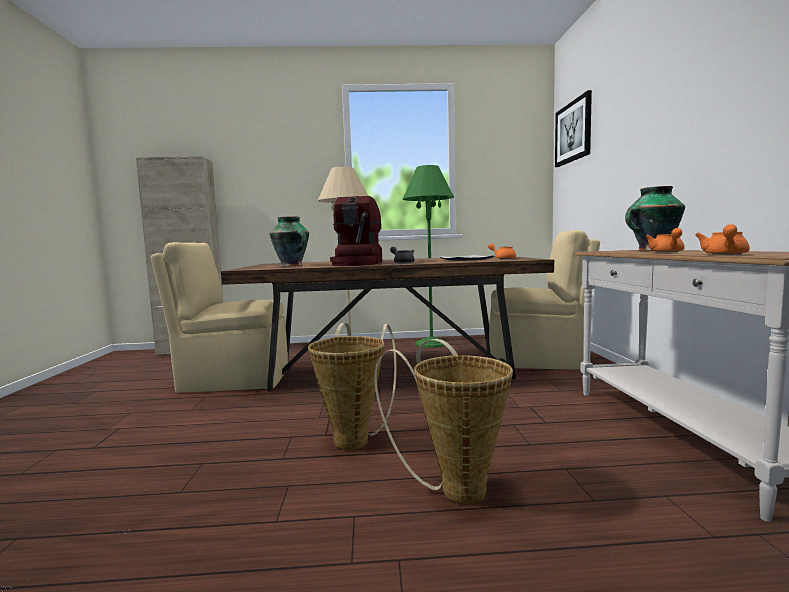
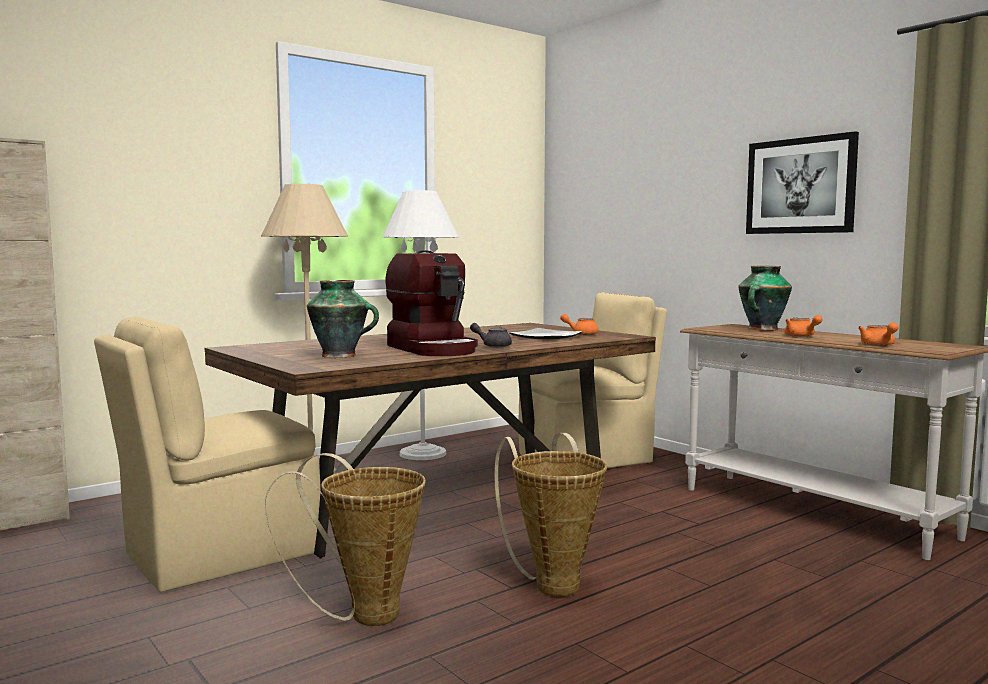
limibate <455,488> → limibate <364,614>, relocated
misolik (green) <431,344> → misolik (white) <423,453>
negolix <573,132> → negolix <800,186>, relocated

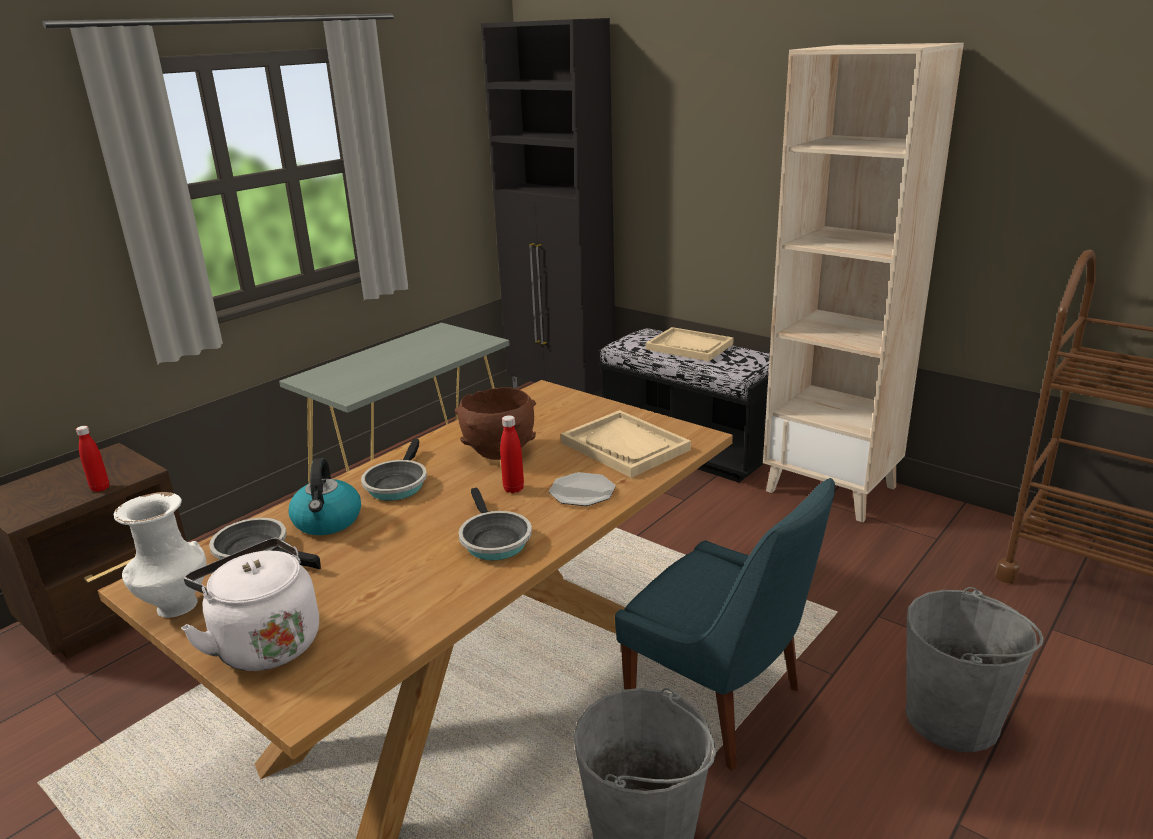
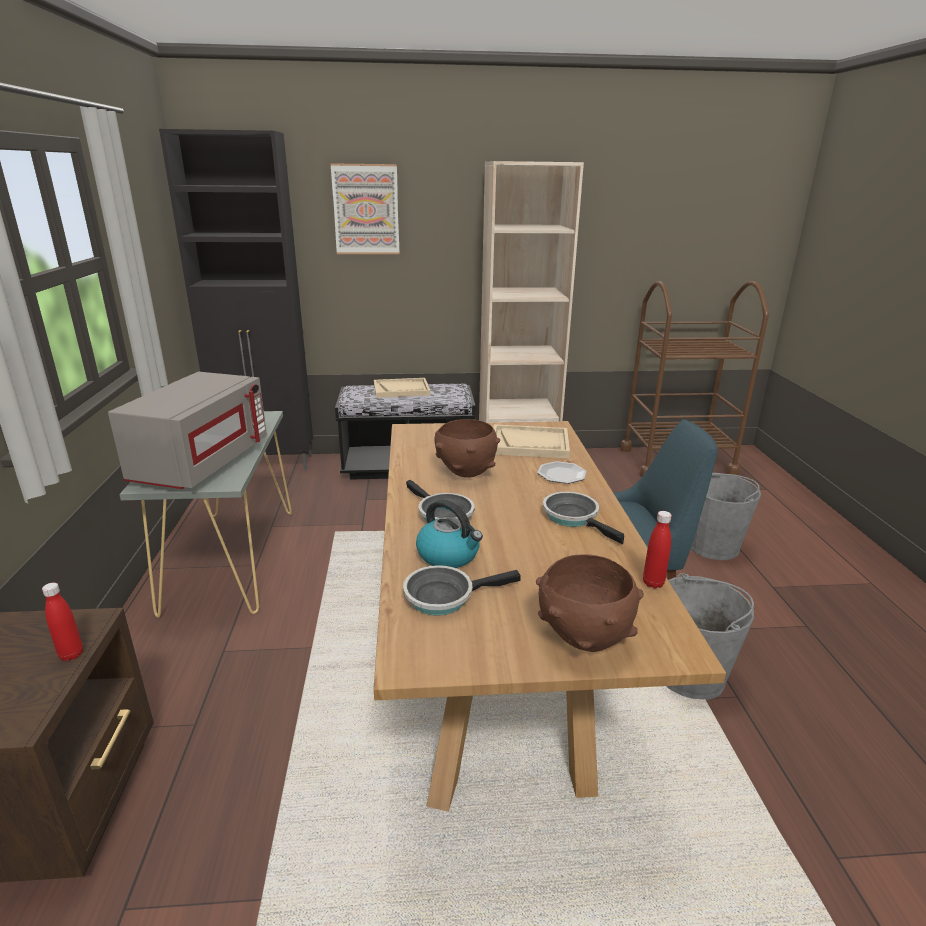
- → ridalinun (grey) <201,463>
- → negolix <366,210>
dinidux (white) <265,642> → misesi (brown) <583,637>
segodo <493,540> → segodo <574,517>, 150 degrees counterclockwise
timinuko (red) <513,489> → timinuko (red) <653,583>, relocated
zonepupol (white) <175,607> → -

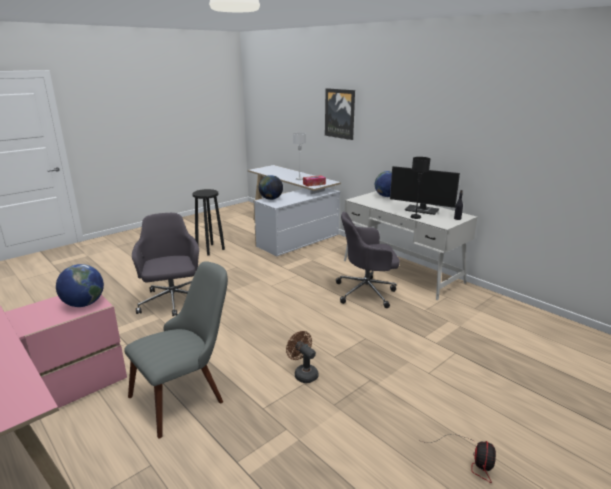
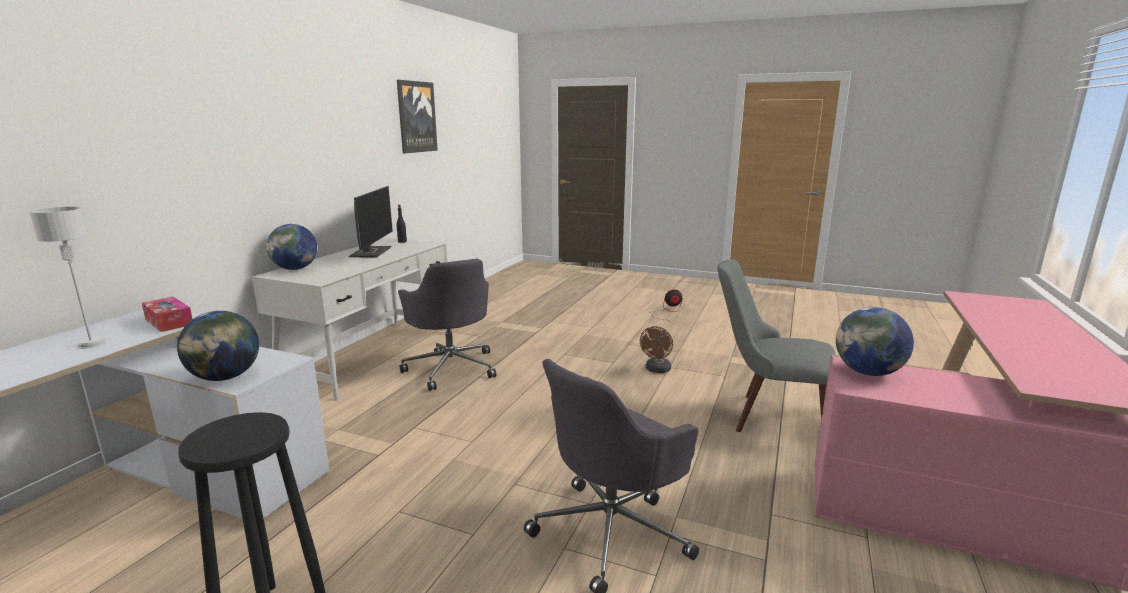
negolix <340,113> → negolix <416,117>, relocated
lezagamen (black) <415,217> → -

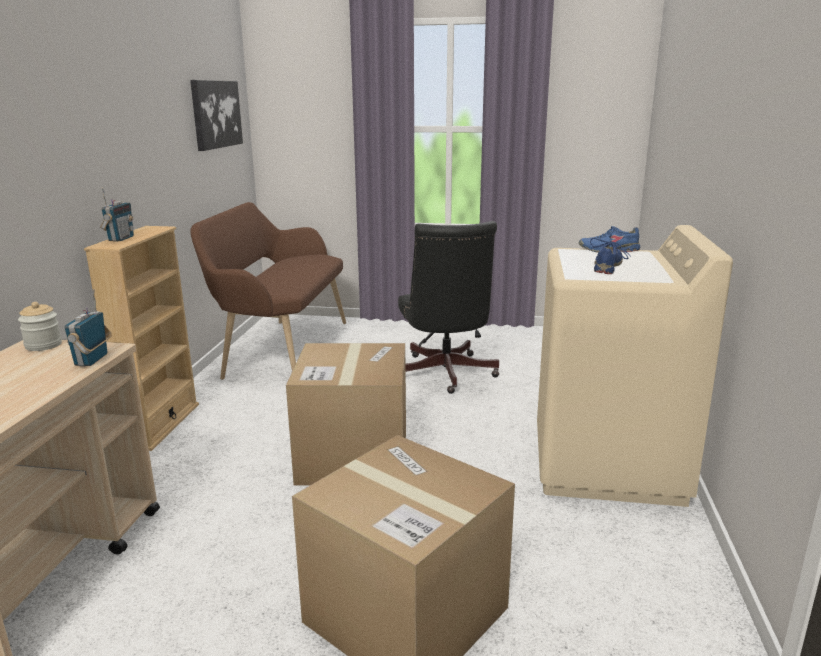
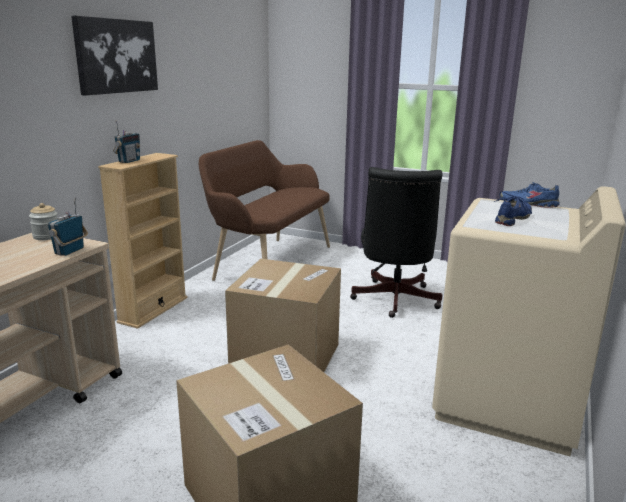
negolix <216,114> → negolix <116,56>, relocated

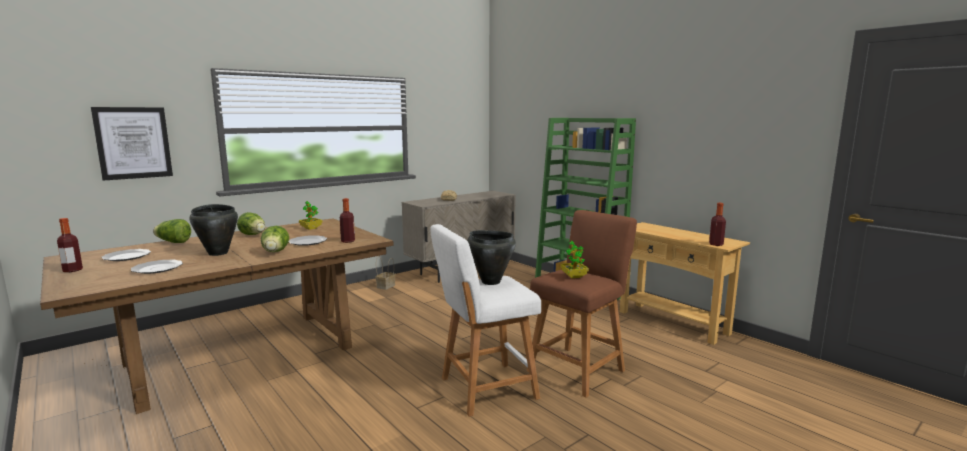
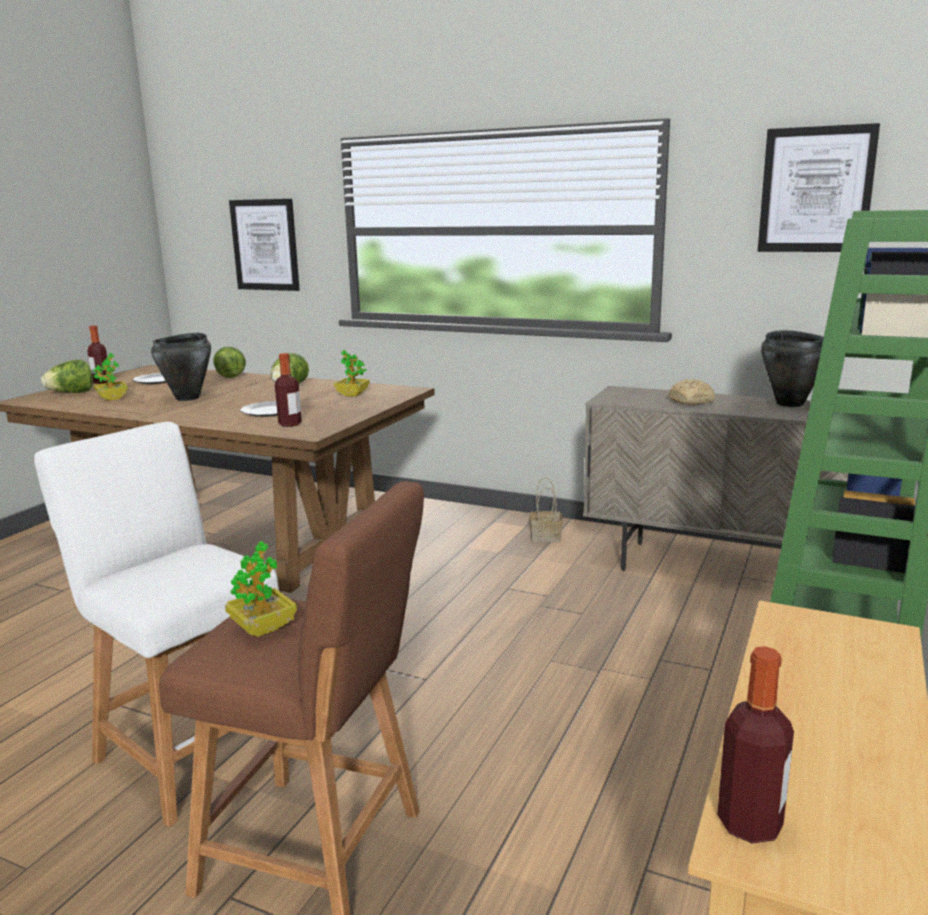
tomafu <275,252> → tomafu <71,393>, relocated
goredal <156,268> → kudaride <112,398>
- → negolix <816,190>
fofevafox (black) <490,282> → fofevafox (black) <790,403>, relocated

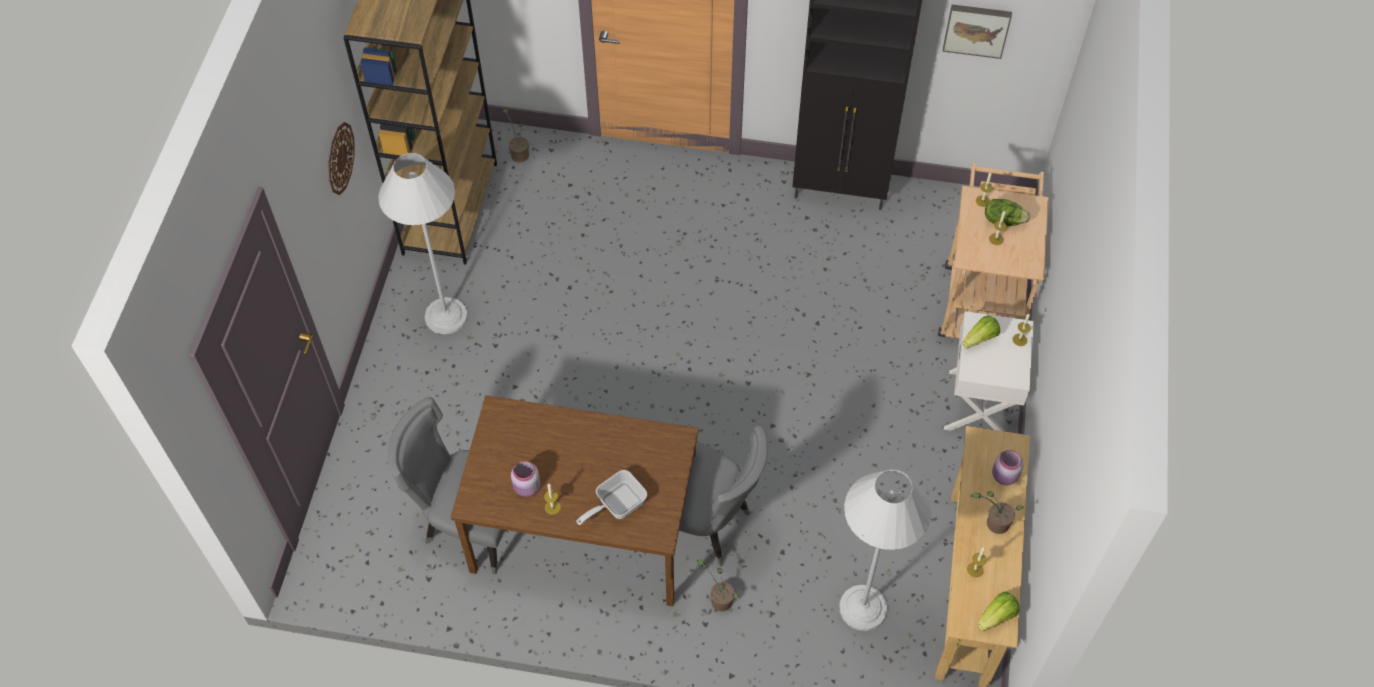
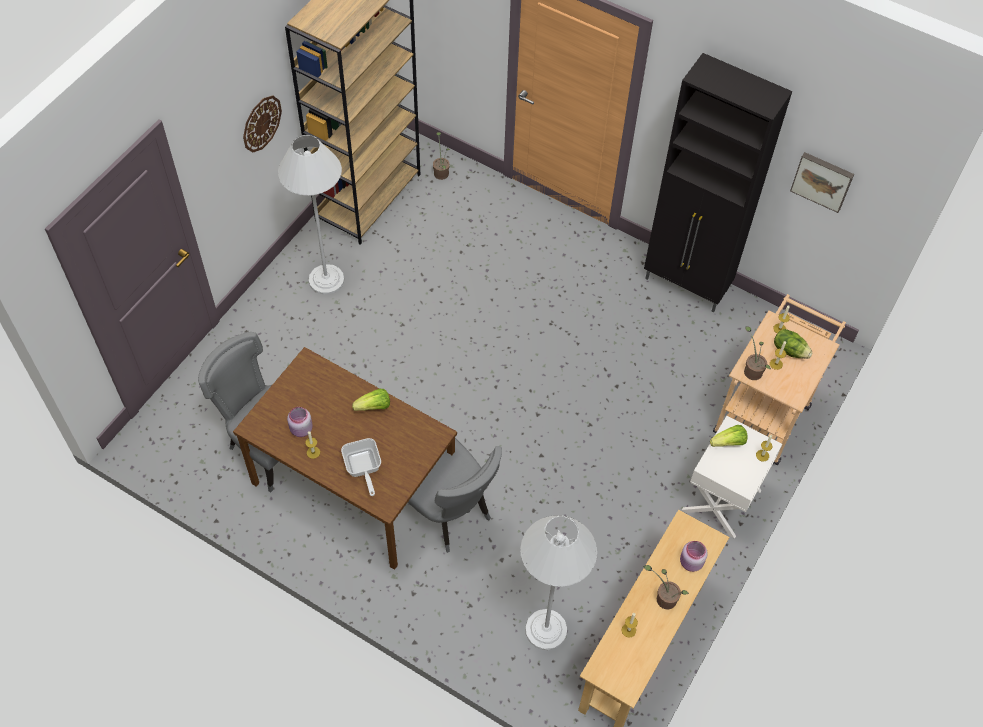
segodo <616,505> → segodo <363,468>, 90 degrees counterclockwise
tomafu <997,616> → tomafu <374,407>, relocated
kudaride <719,598> → kudaride <752,369>, relocated

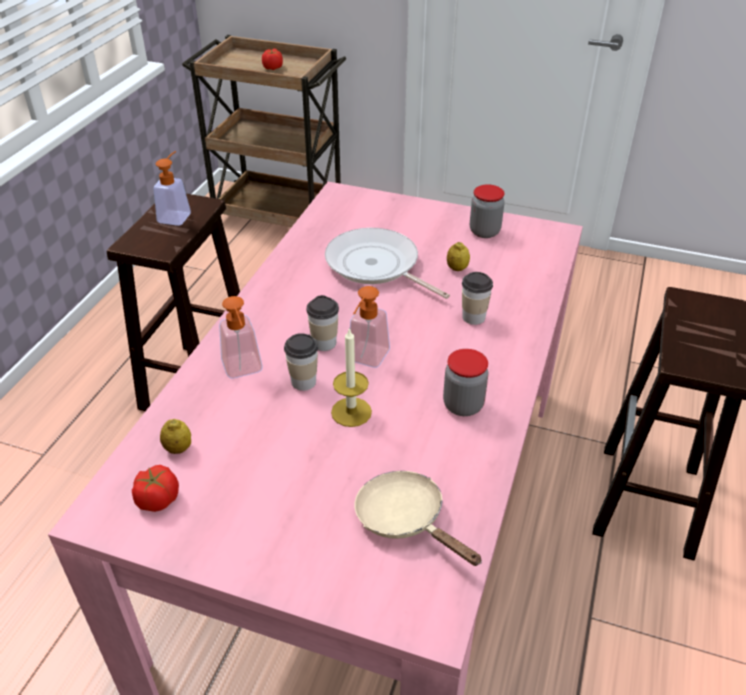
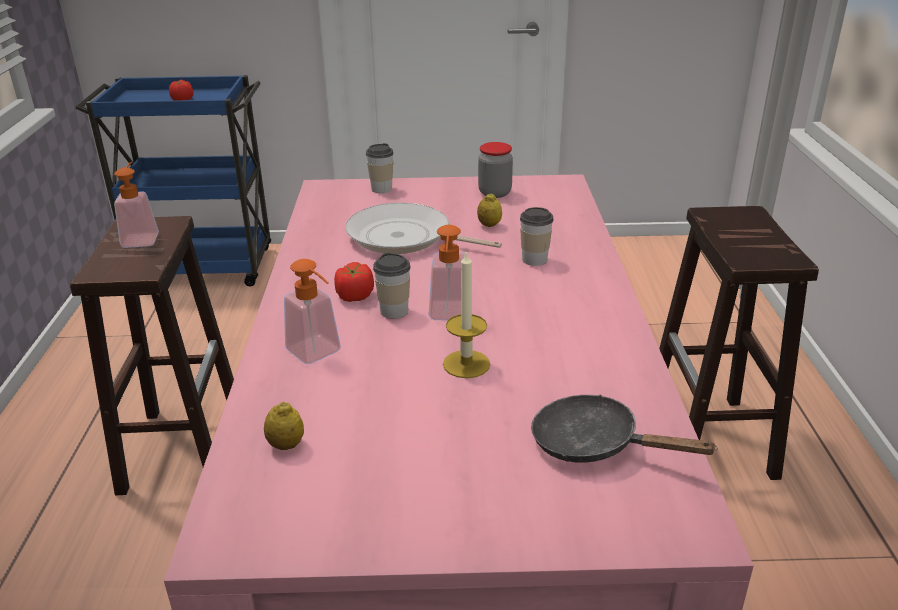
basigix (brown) <279,215> → basigix (blue) <205,268>
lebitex <157,499> → lebitex <354,296>, relocated
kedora <303,381> → kedora <381,189>, relocated
segodo (beige) <406,520> → segodo (black) <594,444>
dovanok <463,405> → -

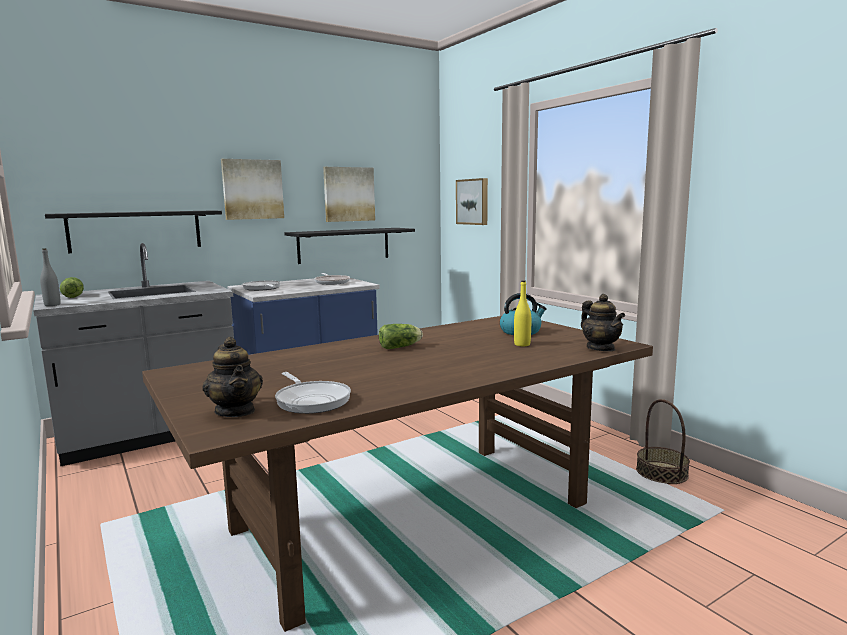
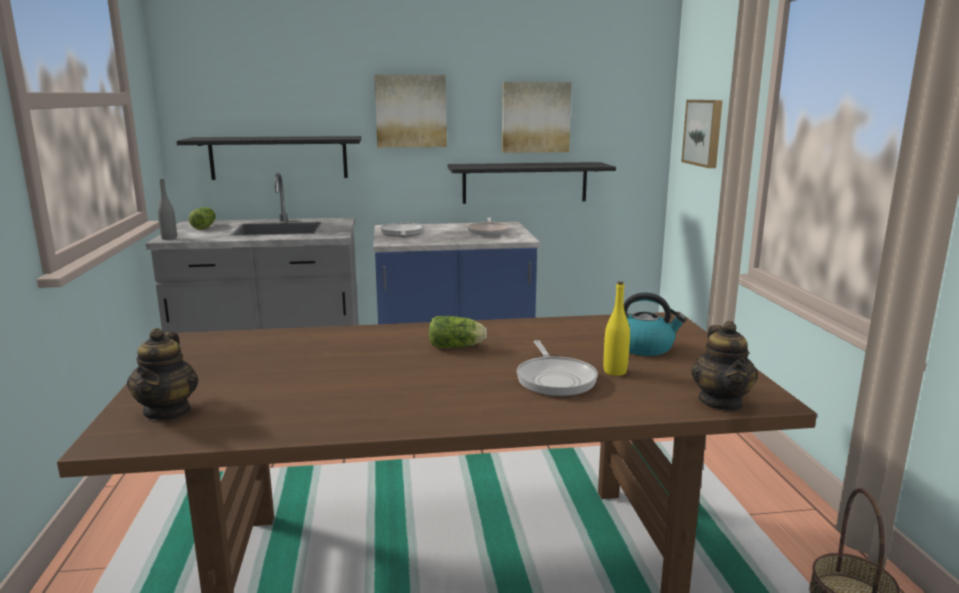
segodo <311,400> → segodo <555,379>, relocated

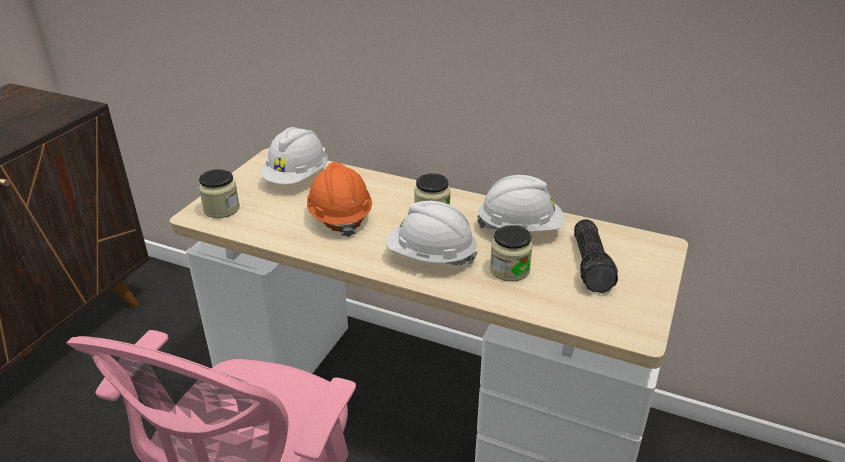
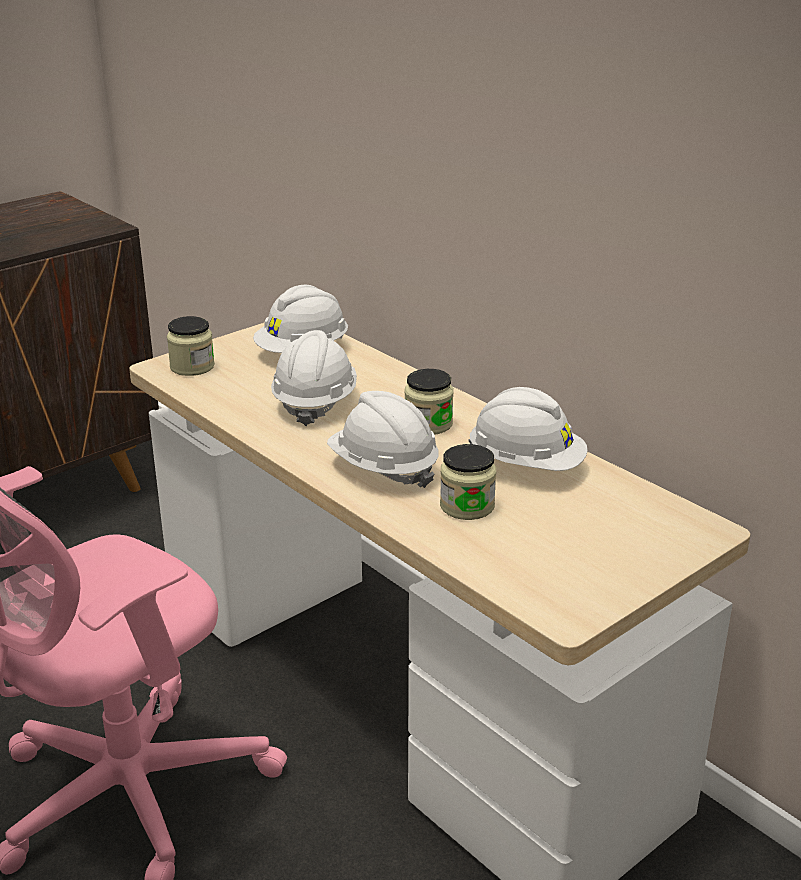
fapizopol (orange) <339,217> → fapizopol (white) <315,403>
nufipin <592,265> → -

